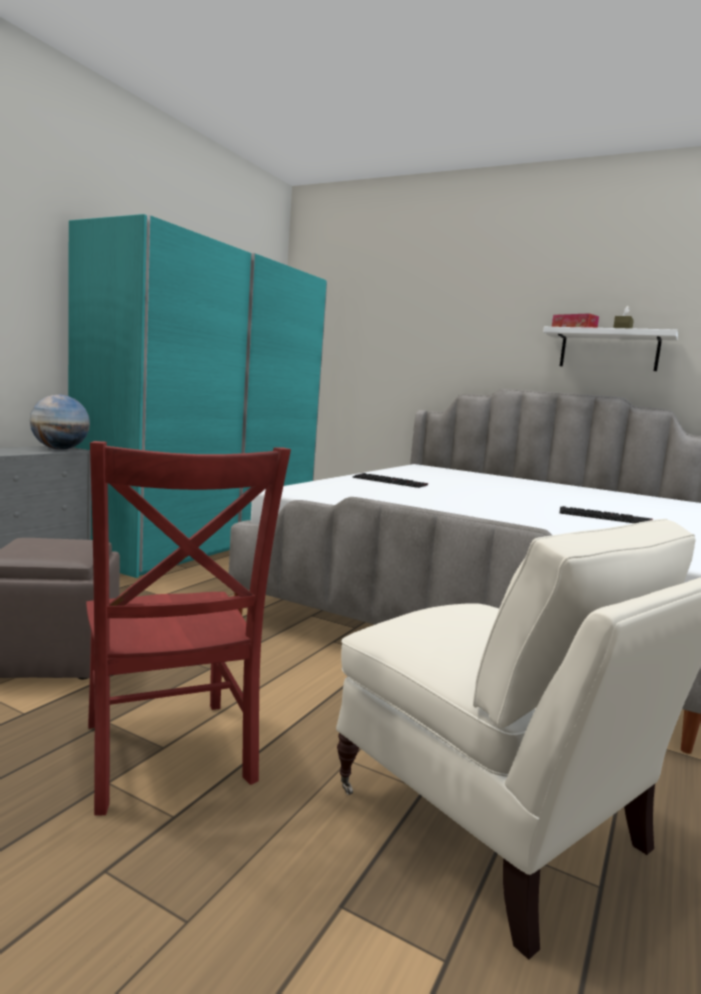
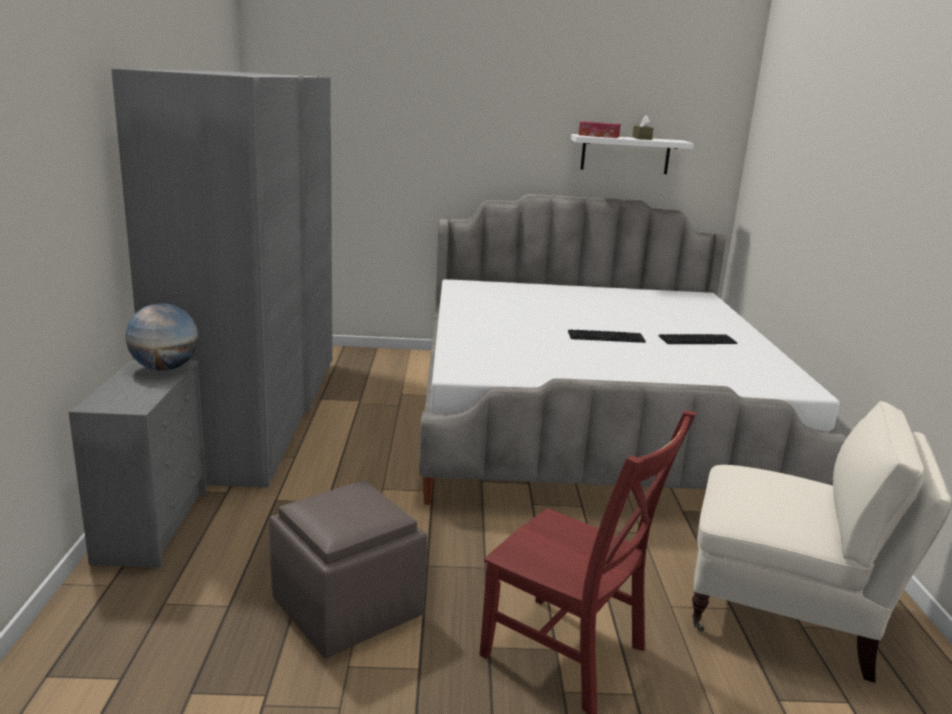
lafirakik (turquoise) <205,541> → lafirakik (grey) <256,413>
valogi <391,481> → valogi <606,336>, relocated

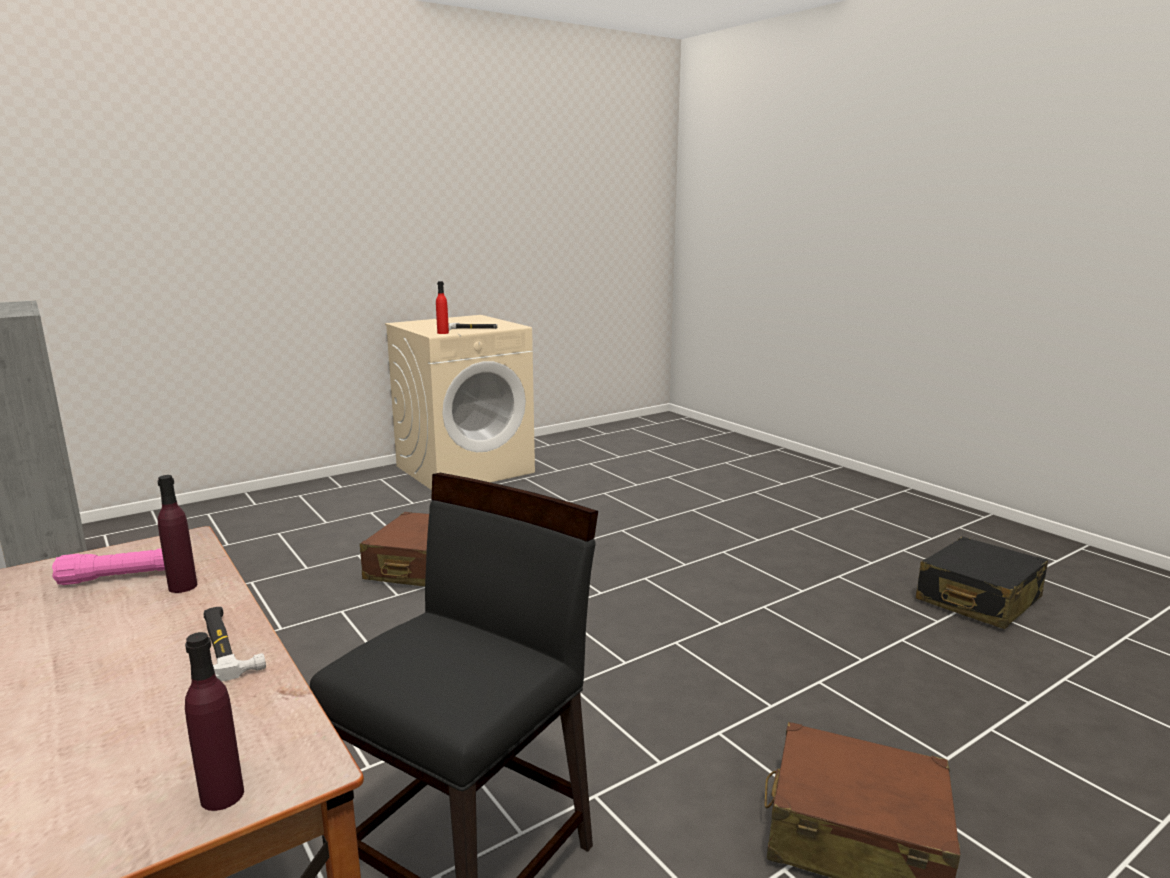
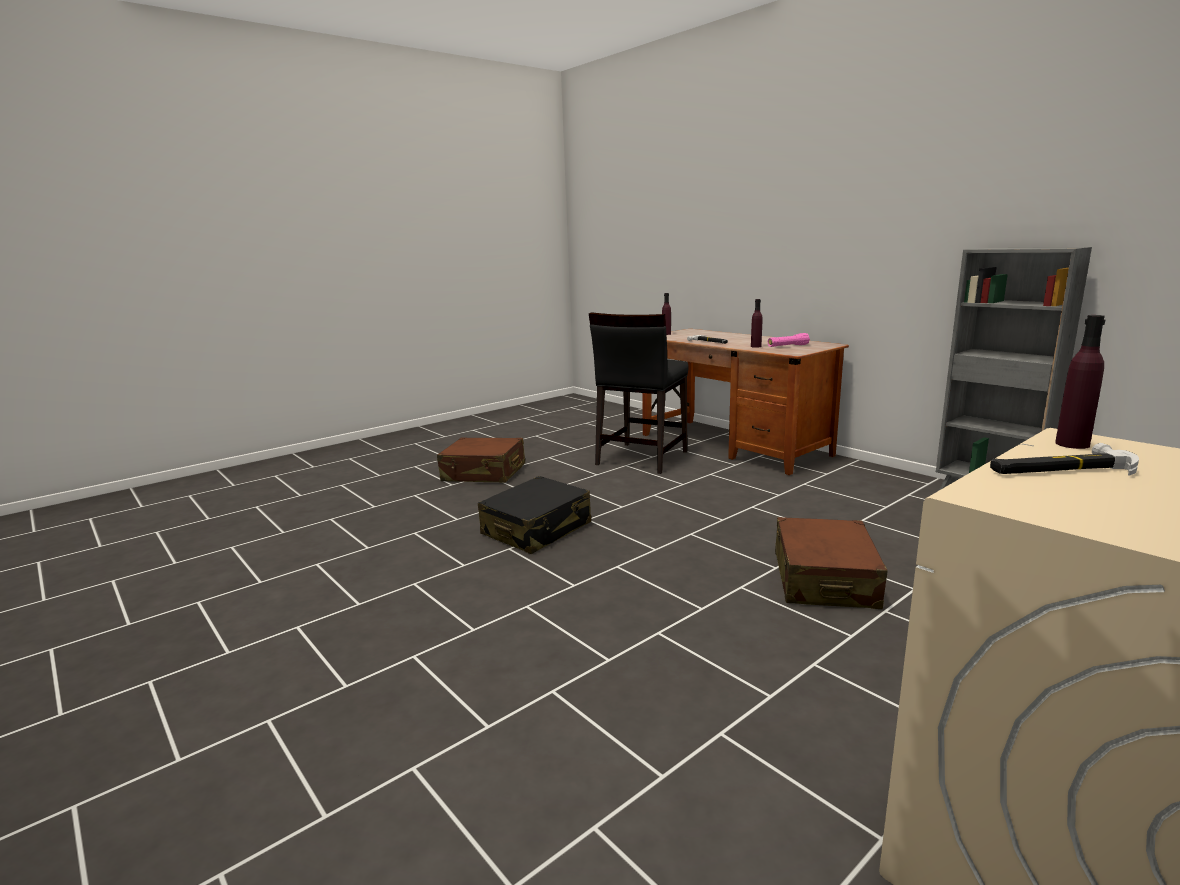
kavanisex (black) <978,599> → kavanisex (black) <537,529>, relocated
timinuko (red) <443,333> → timinuko (purple) <1072,444>

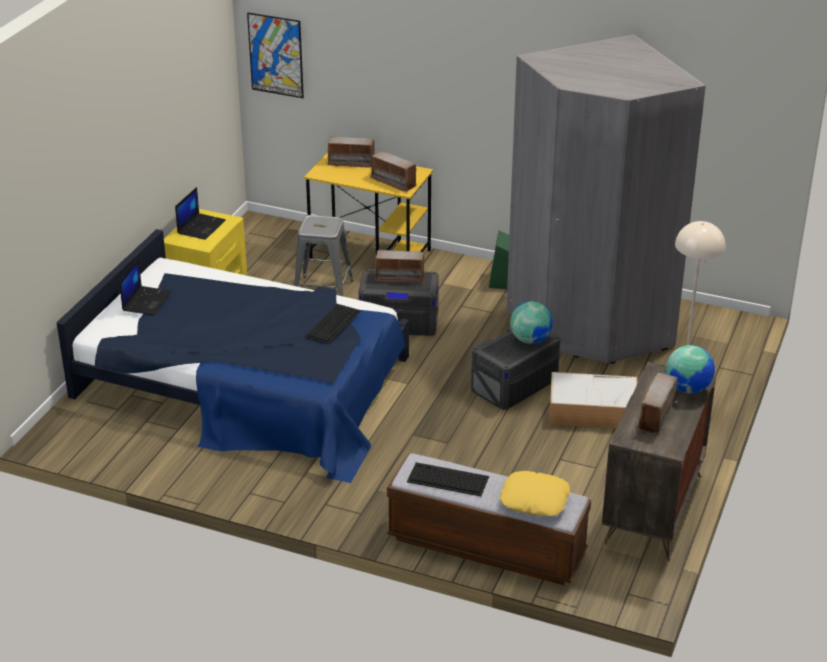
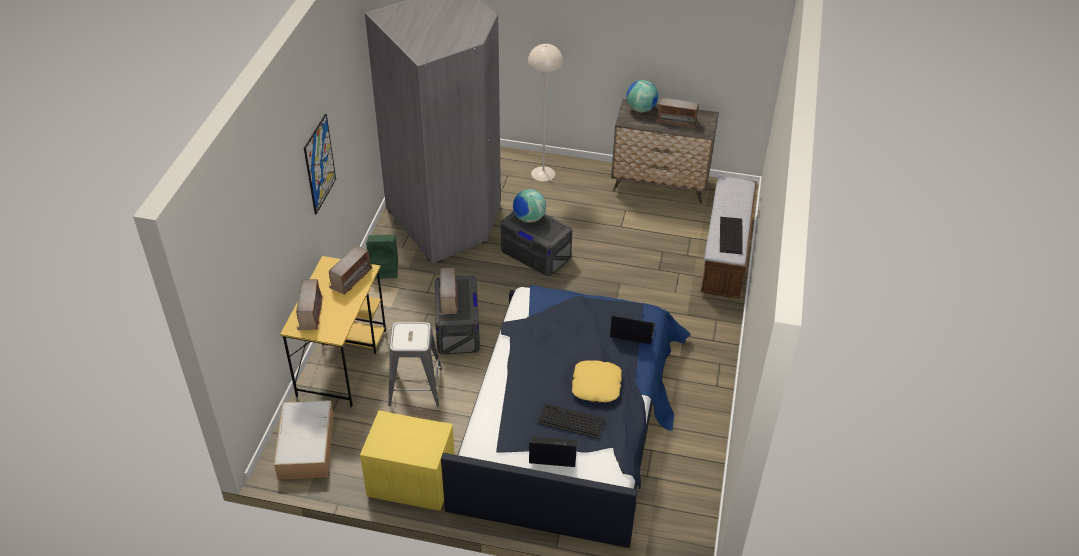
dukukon <594,411> → dukukon <306,445>, relocated
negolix <276,55> → negolix <319,164>, relocated
valogi <333,323> → valogi <570,421>, relocated
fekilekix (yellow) <534,499> → fekilekix (yellow) <596,385>, relocated
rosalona <201,226> → rosalona <632,331>, relocated

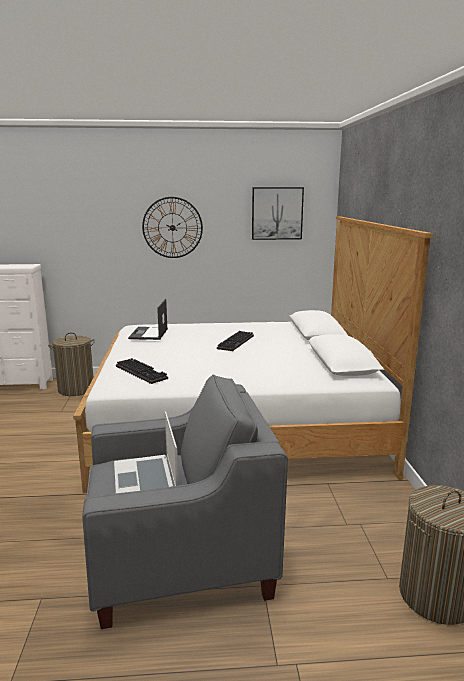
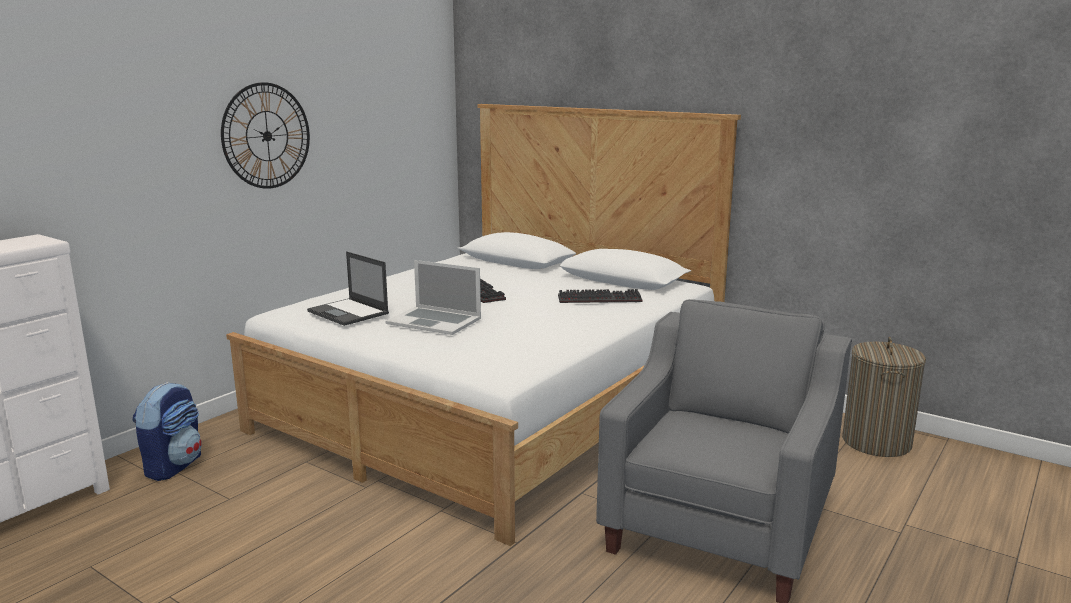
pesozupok <76,389> → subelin <173,466>
rosalona <145,480> → rosalona <434,321>, relocated
valogi <143,372> → valogi <600,298>, relocated
negolix <277,213> → -

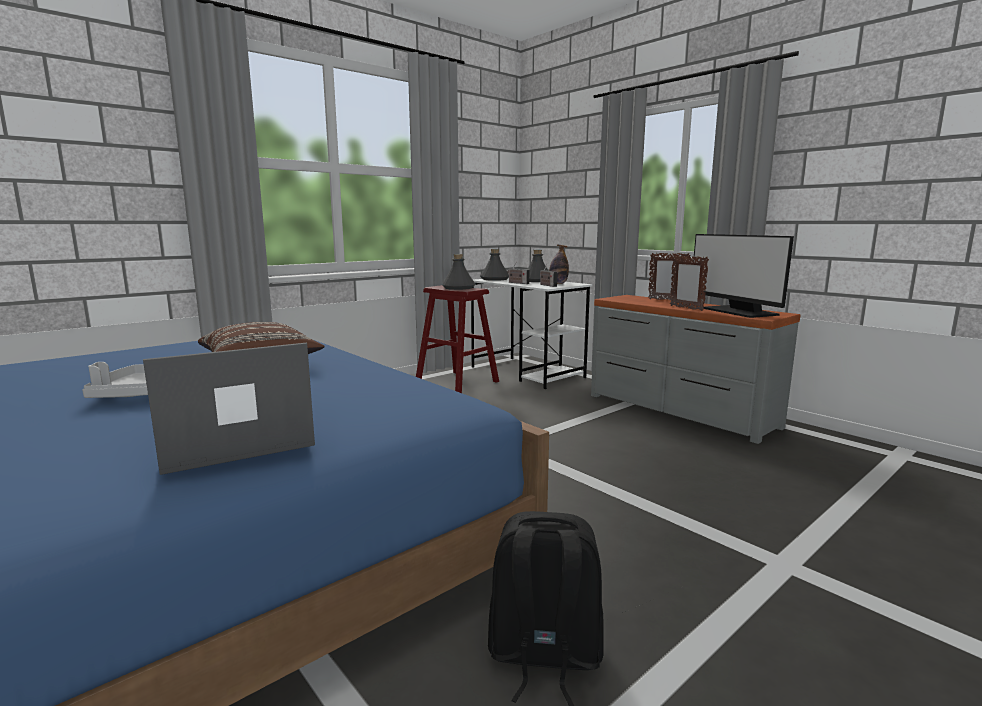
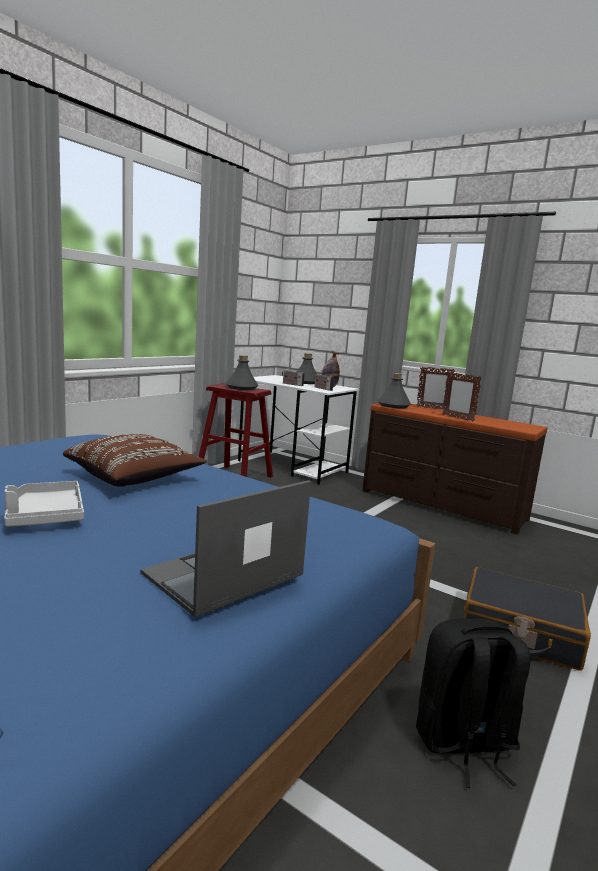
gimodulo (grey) <678,411> → gimodulo (brown) <441,505>
timinuko (grey) <495,279> → timinuko (grey) <394,406>, relocated
- → kavanisex (black) <520,632>
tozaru <738,312> → -

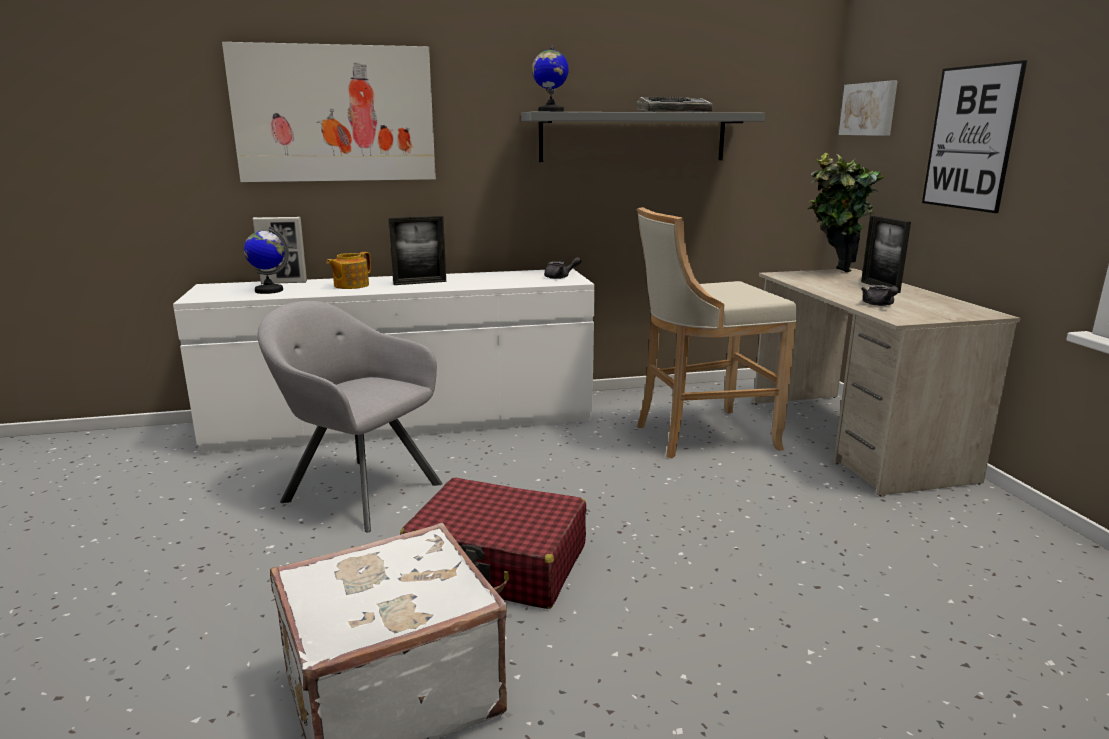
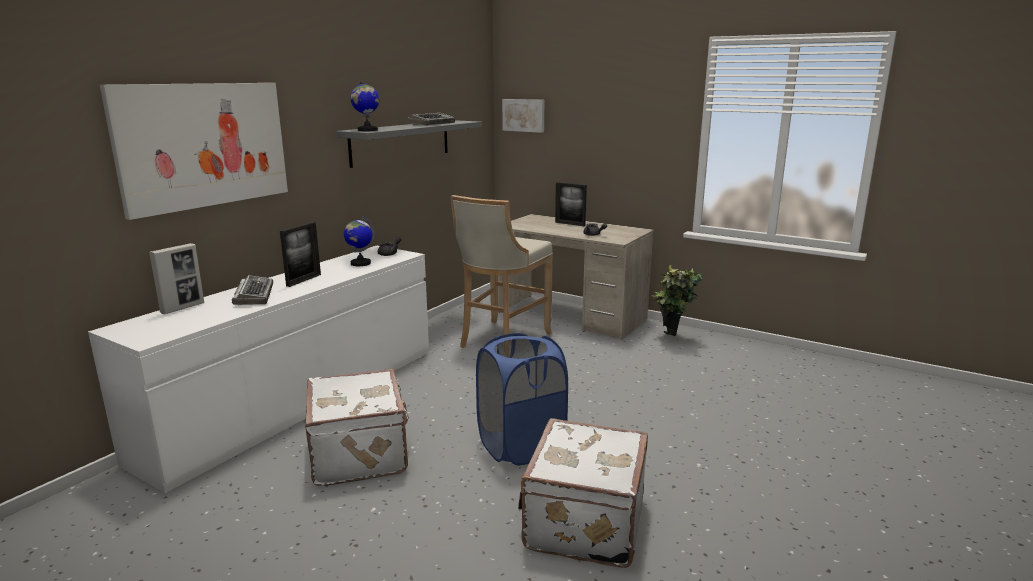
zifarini <350,285> → valogi <254,295>
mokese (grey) <357,490> → kavanisex (white) <361,453>
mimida <269,290> → mimida <360,263>, relocated
kavanisex (red) <498,562> → pesozupok (blue) <521,446>
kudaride <832,274> → kudaride <671,340>, relocated
negolix <970,138> → -

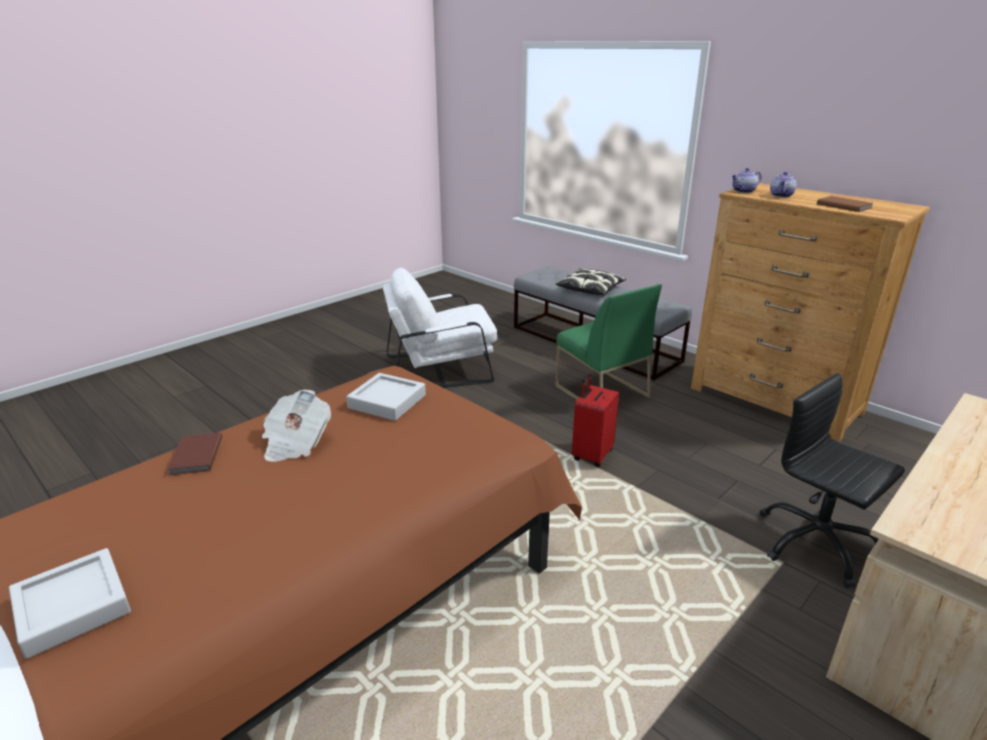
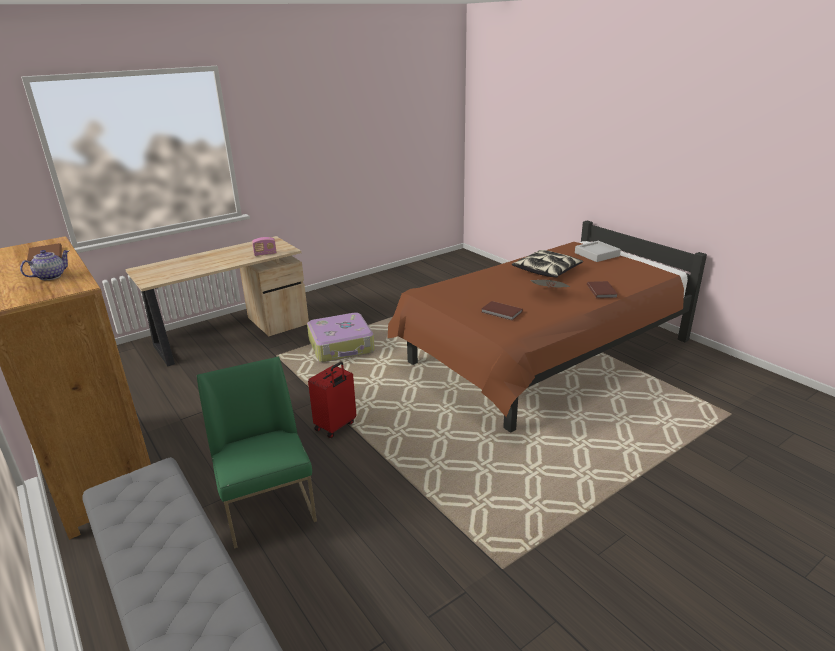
- → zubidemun <265,254>
- → kavanisex <342,346>
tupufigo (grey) <387,401> → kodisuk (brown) <501,312>
fekilekix <590,289> → fekilekix <546,270>, relocated
mokese (white) <441,368> → -
zifarini <744,191> → -
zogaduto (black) <815,543> → -

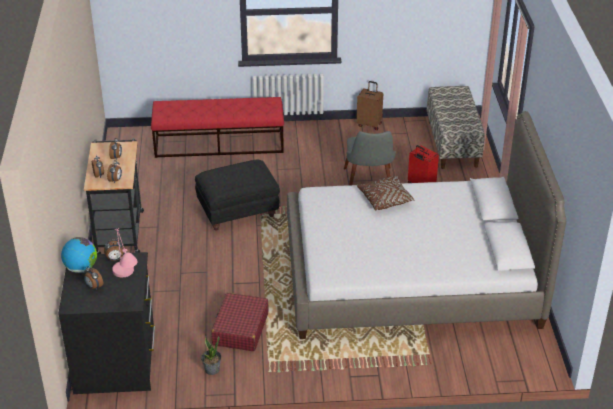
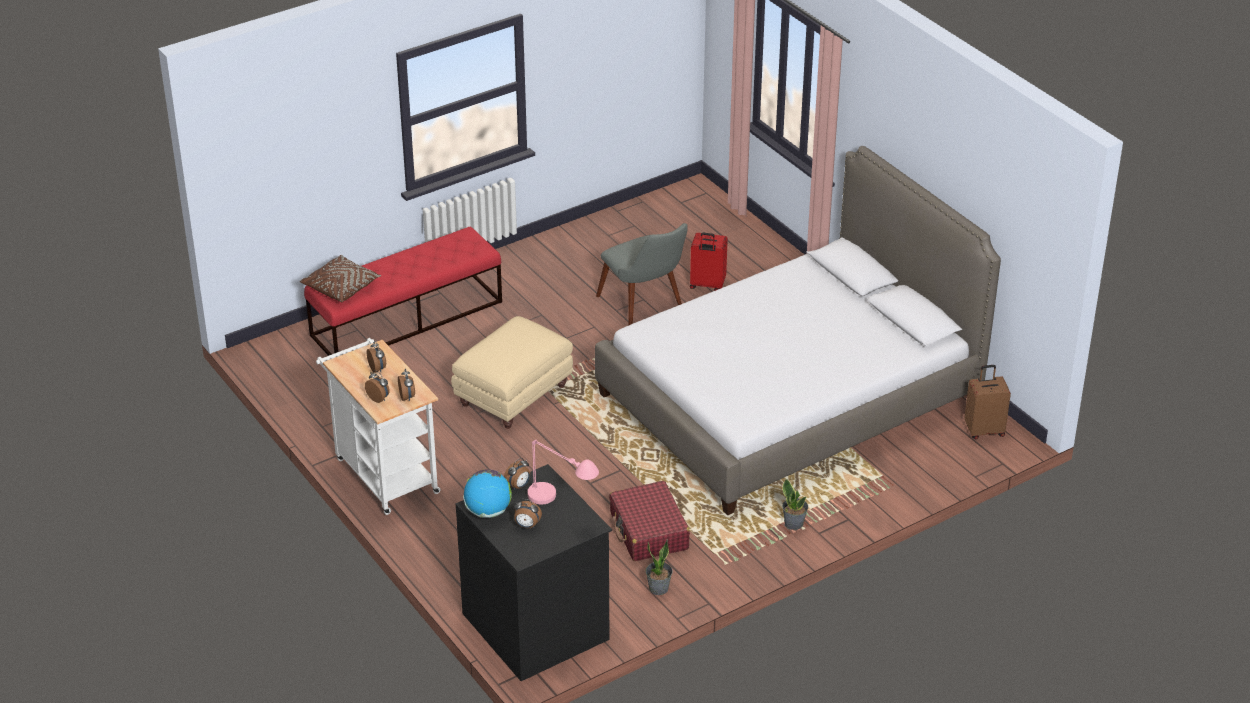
fekilekix (brown) <385,199> → fekilekix (brown) <341,287>, relocated
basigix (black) <120,229> → basigix (white) <383,472>
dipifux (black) <238,211> → dipifux (beige) <514,395>
- → kudaride <794,523>
kavanisex (brown) <369,124> → kavanisex (brown) <984,430>, relocated
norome <452,144> → -

